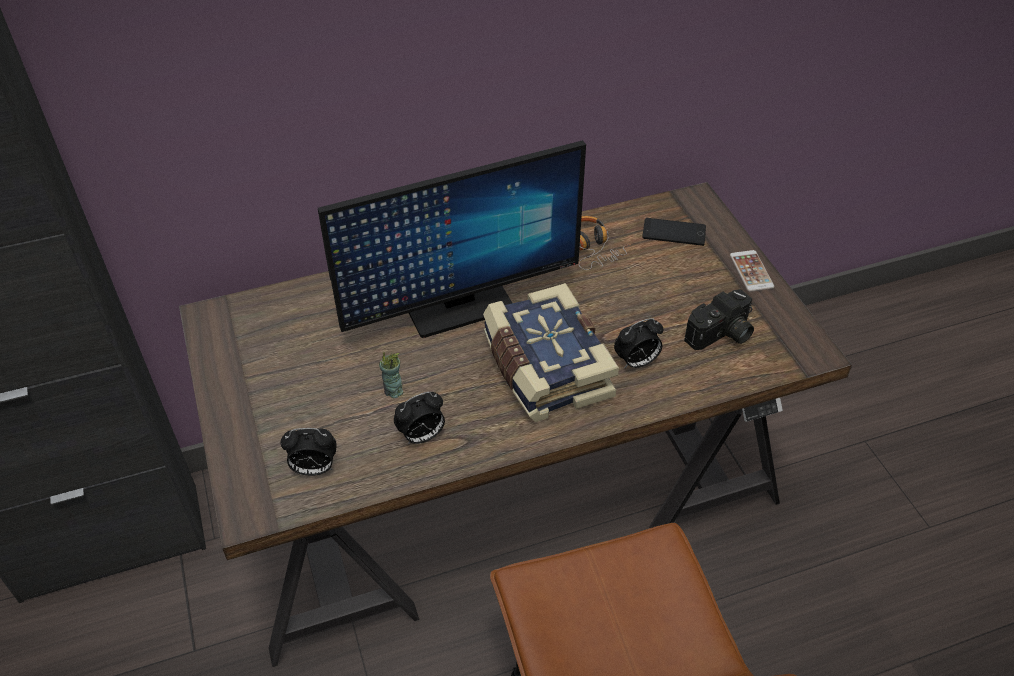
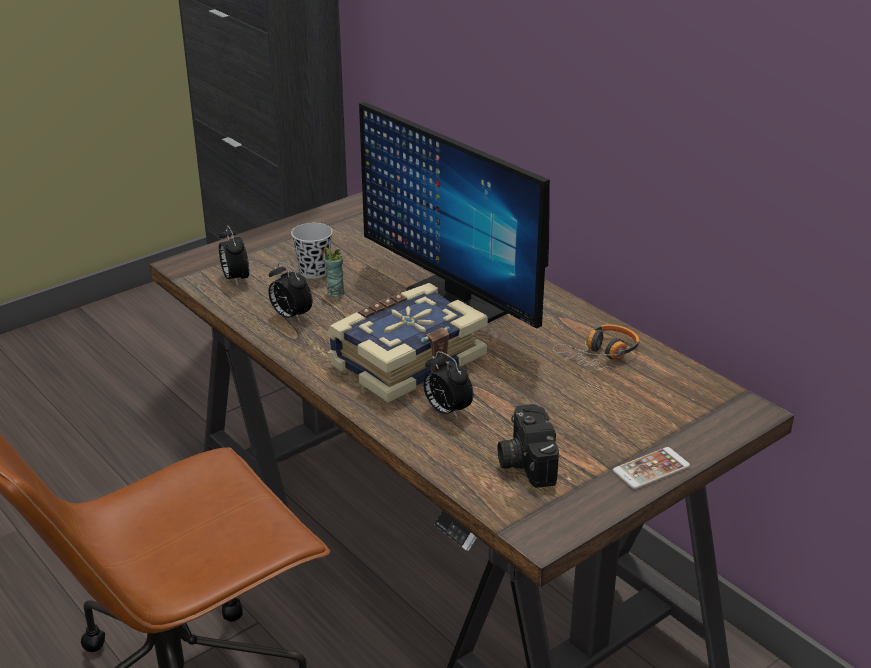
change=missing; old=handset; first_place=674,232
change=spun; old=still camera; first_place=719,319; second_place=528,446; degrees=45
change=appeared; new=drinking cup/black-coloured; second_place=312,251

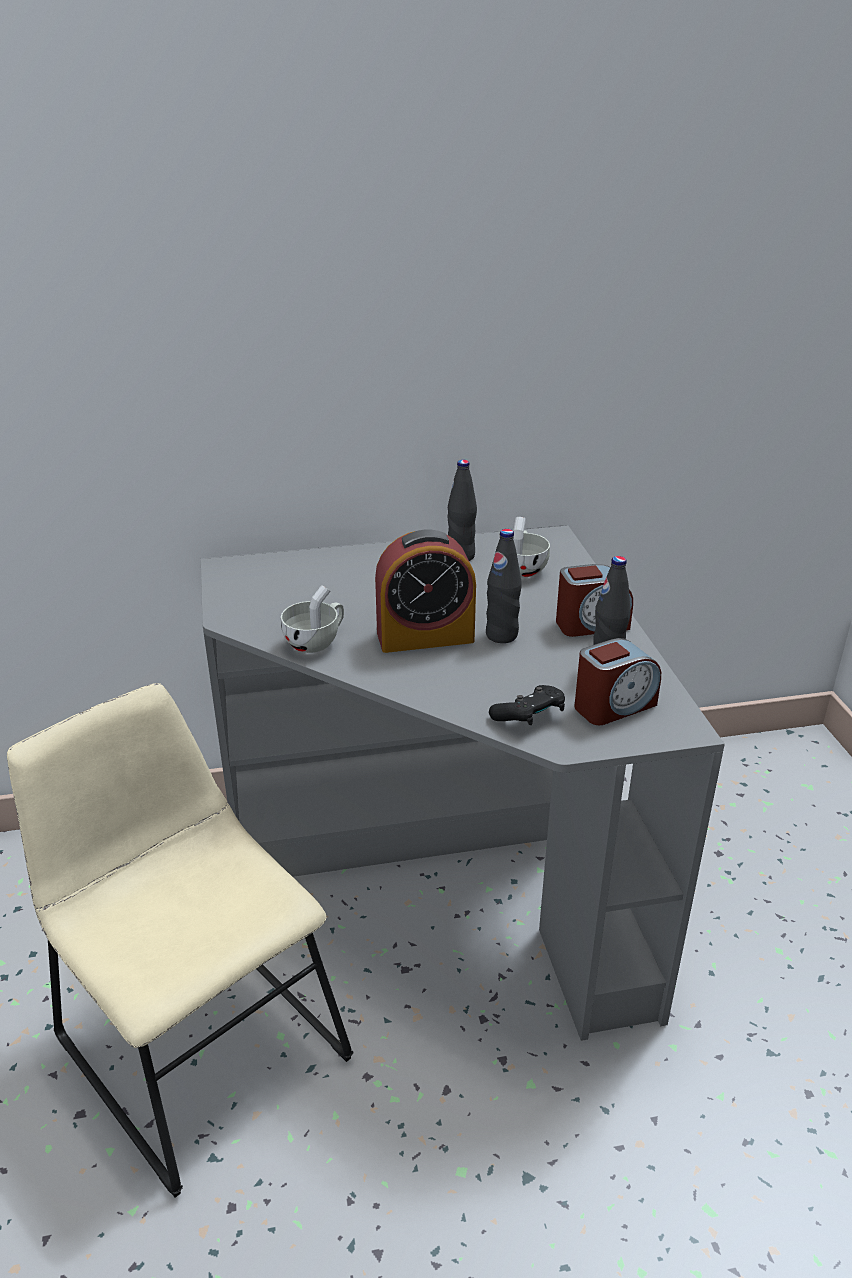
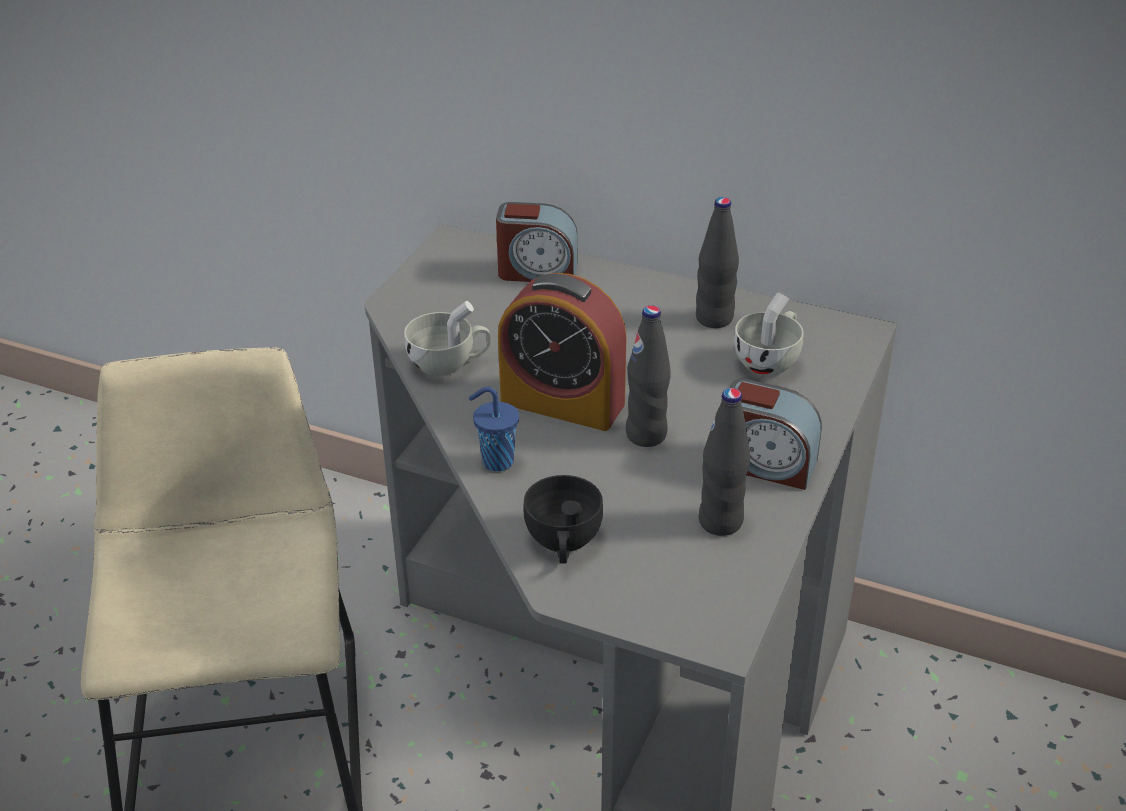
change=relocated; old=table clock; first_place=617,681; second_place=537,242
change=exchanged; old=game controller/black-coloured; new=drinking cup/black-coloured; first_place=527,705; second_place=563,519
change=appeared; new=drinking cup/blue; second_place=494,429

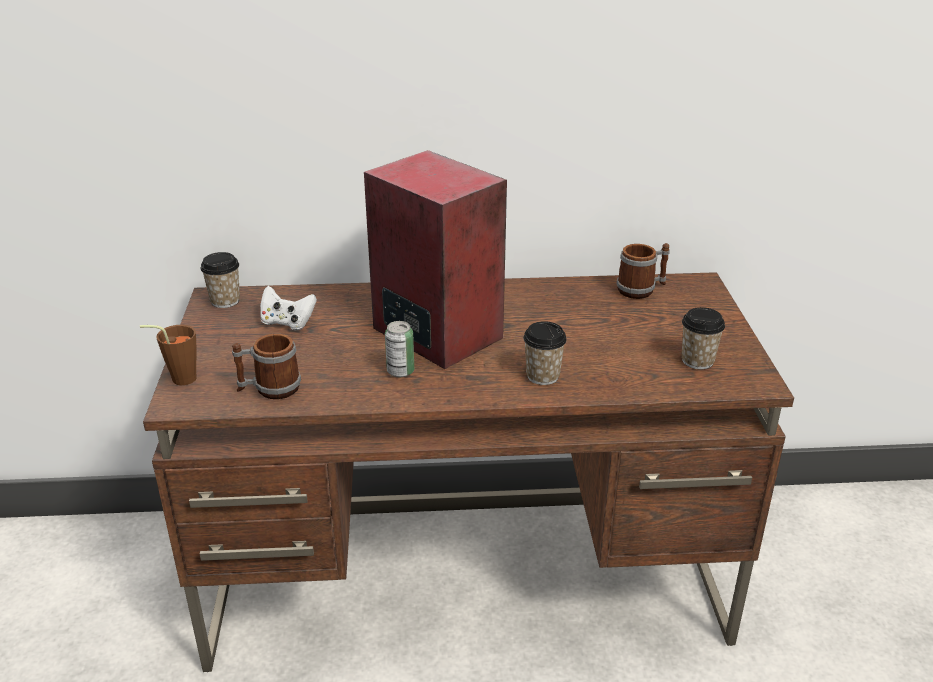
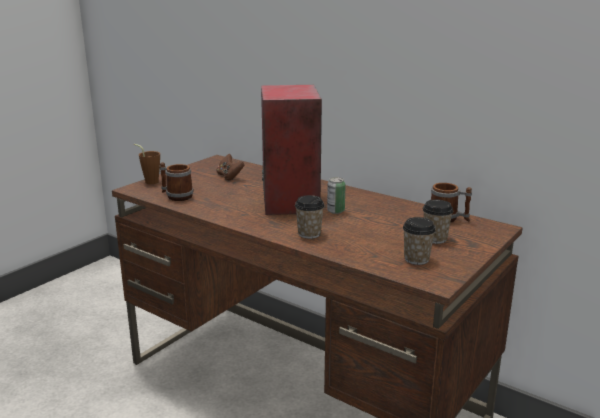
change=relocated; old=drinking cup; first_place=220,280; second_place=438,222
change=colour; old=game controller/white-coloured; new=game controller/brown-coloured; first_place=288,308; second_place=230,167
change=relocated; old=can; first_place=399,349; second_place=336,195

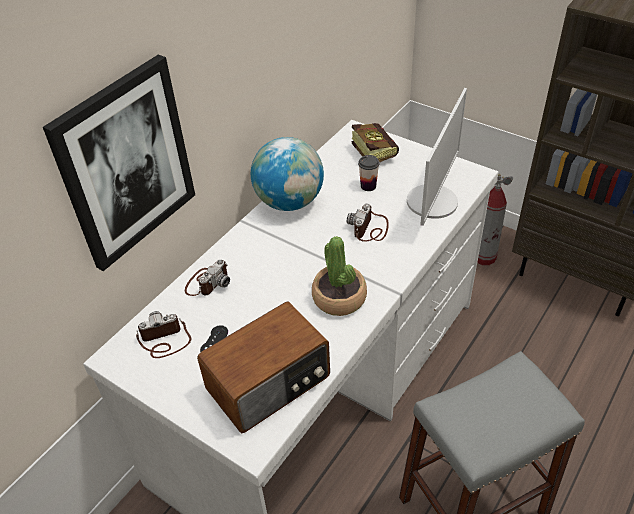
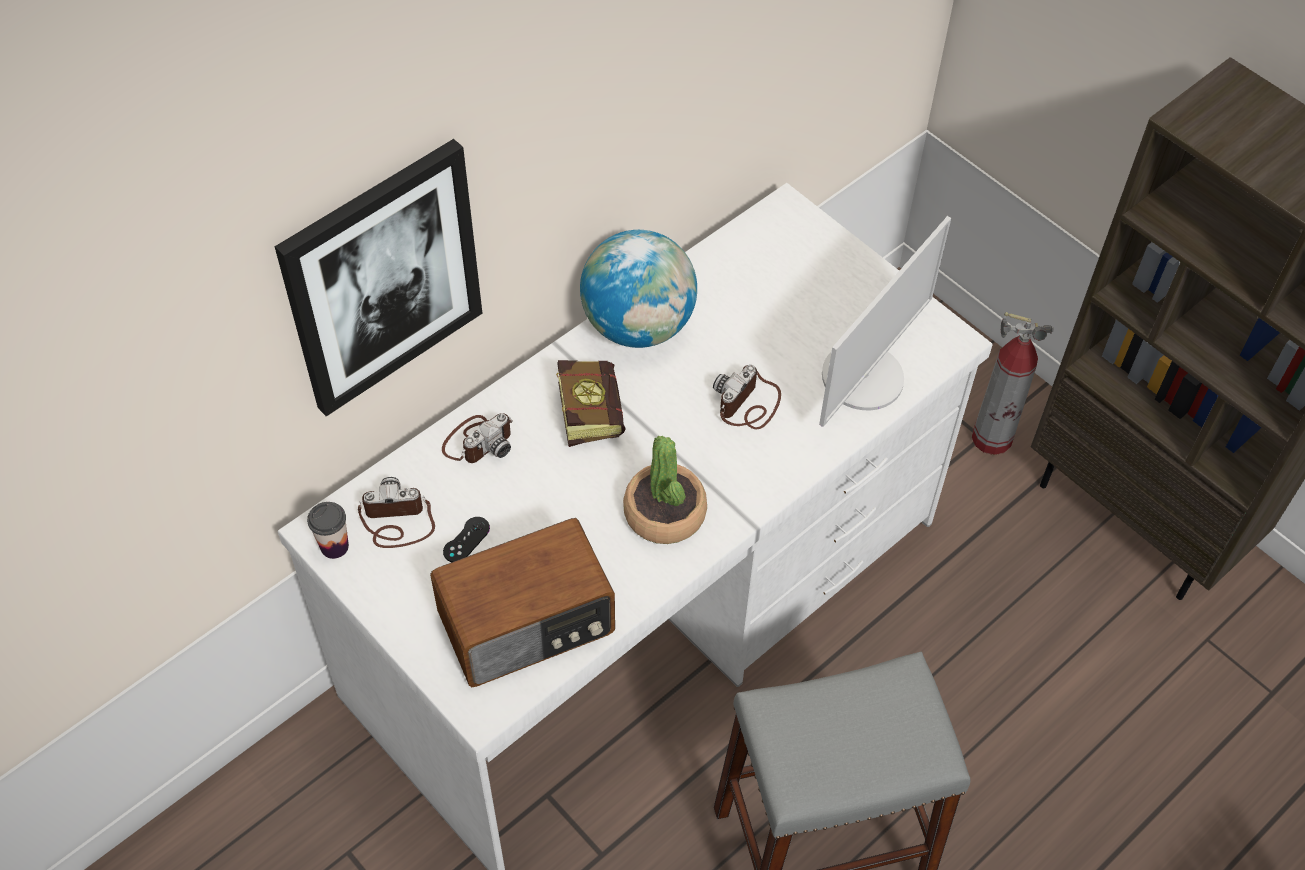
change=relocated; old=volume; first_place=375,142; second_place=591,403
change=relocated; old=drinking cup; first_place=368,173; second_place=328,530

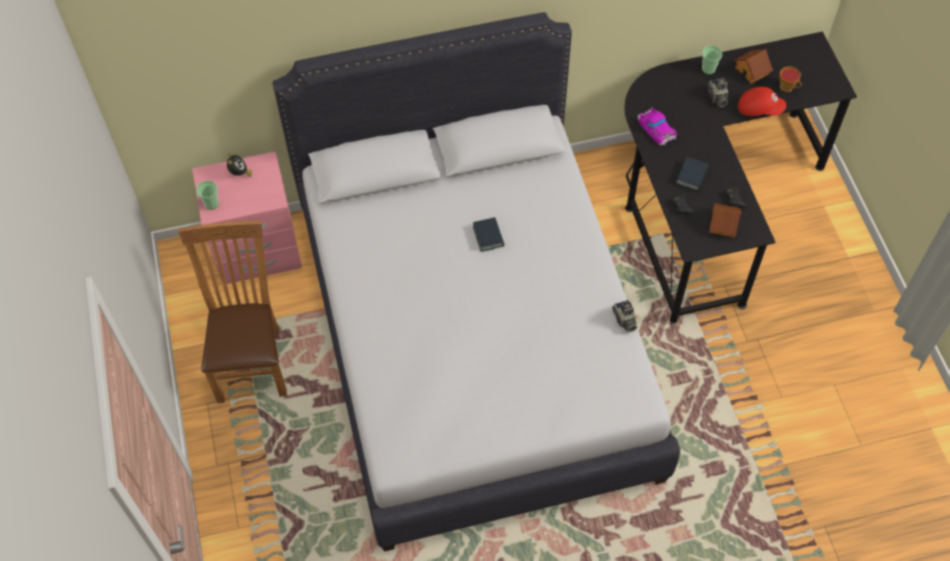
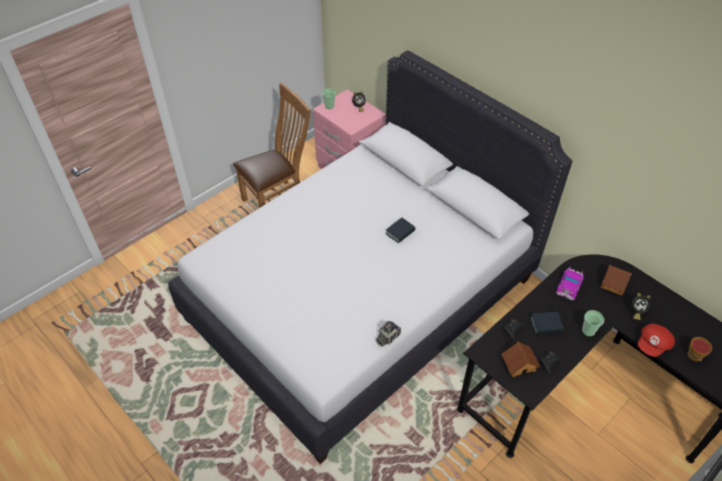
change=relocated; old=drinking cup; first_place=712,60; second_place=593,323
change=relocated; old=toy house; first_place=753,66; second_place=616,280
change=exchanged; old=still camera; new=table clock; first_place=717,92; second_place=640,306
change=spun; old=peaked cap/reddish; first_place=762,101; second_place=656,340; degrees=60

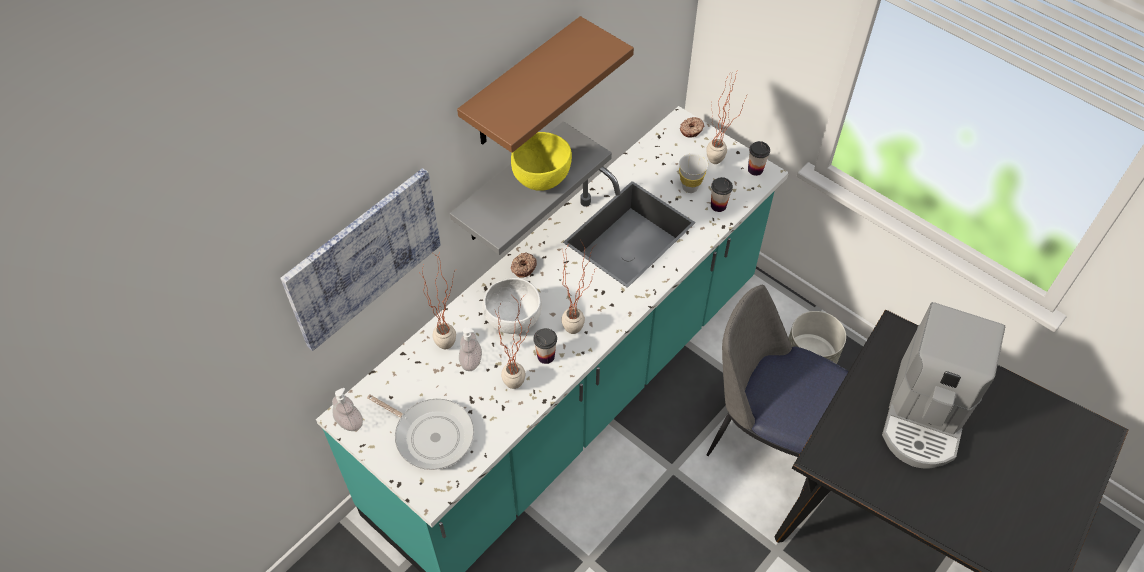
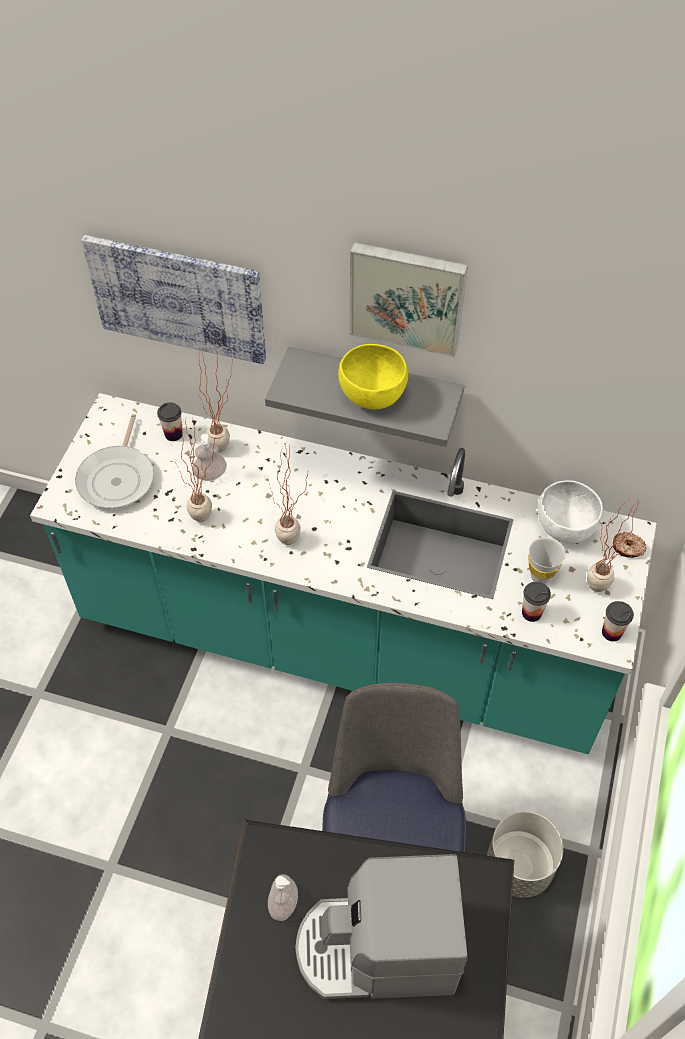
change=exchanged; old=bracket shelf/brown-coloured; new=wall picture; first_place=545,84; second_place=409,299
change=missing; old=donut; first_place=524,265
change=relocated; old=bowl/white-coloured; first_place=512,306; second_place=570,512
change=relocated; old=drinking cup; first_place=545,346; second_place=170,421
change=relocated; old=soap bottle; first_place=347,409; second_place=283,897

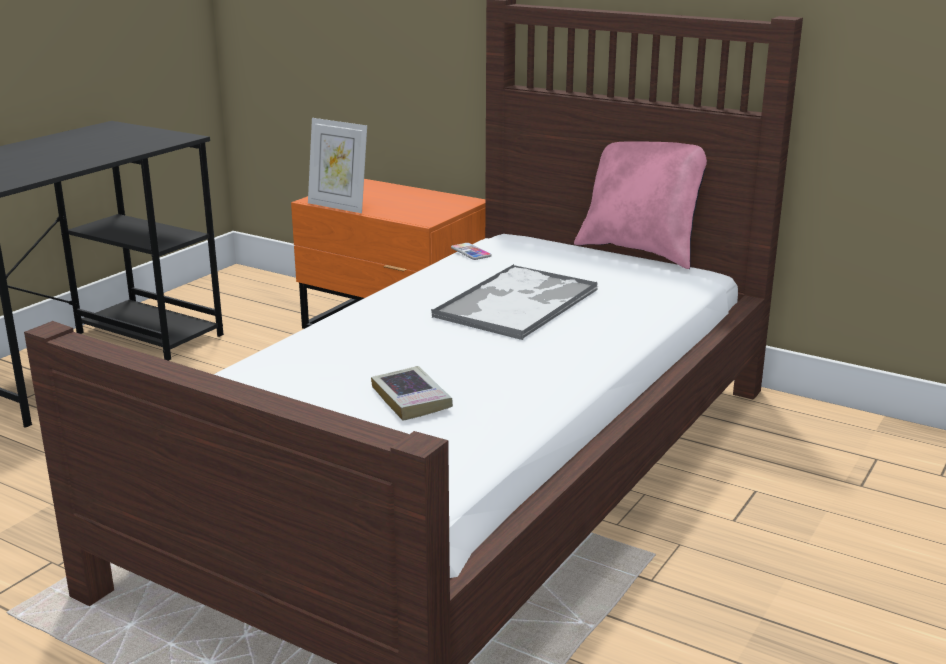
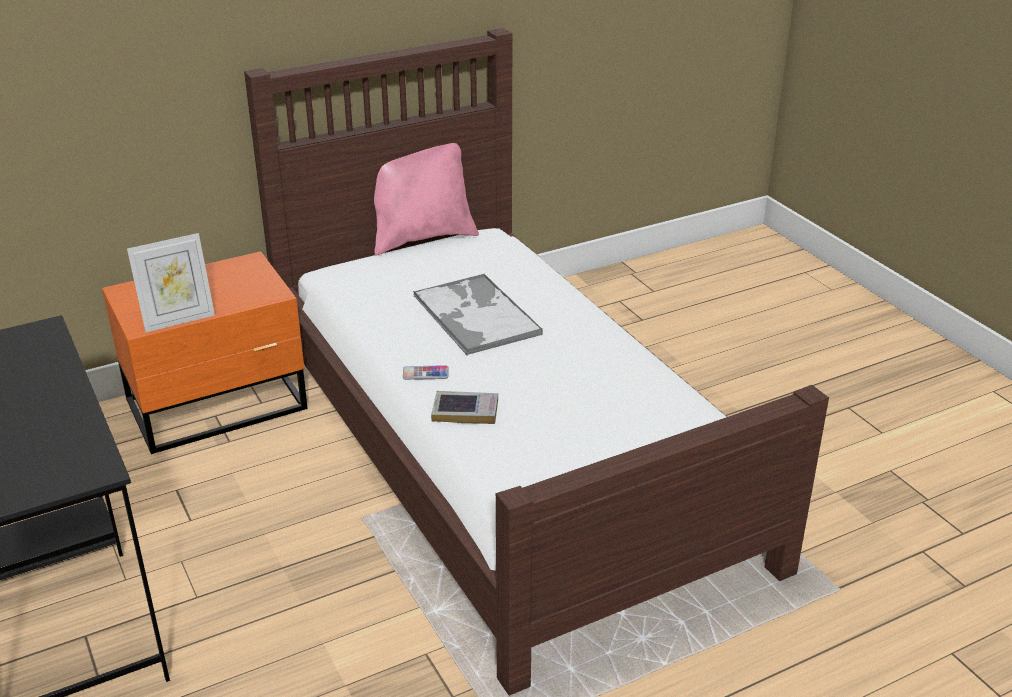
change=relocated; old=handset; first_place=471,251; second_place=426,372
change=relocated; old=volume; first_place=412,393; second_place=464,407

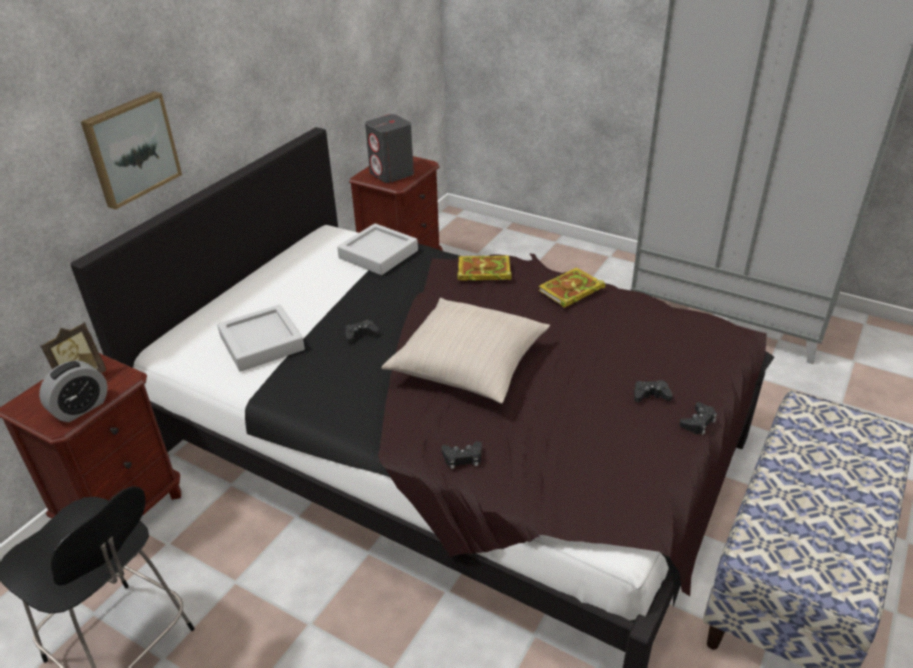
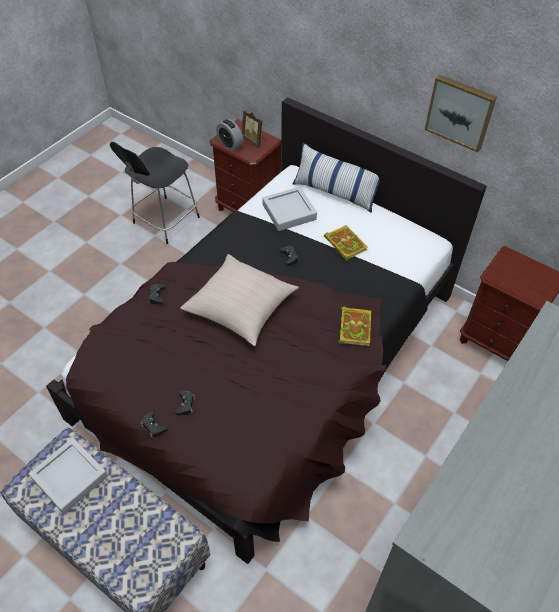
change=relocated; old=wall picture; first_place=131,150; second_place=461,113
change=missing; old=speaker/greyish; first_place=389,148
change=relocated; old=carrying tray/greyish; first_place=377,249; second_place=68,476
change=relocated; old=volume; first_place=572,288; second_place=346,243
change=appeared; new=throw pillow; second_place=336,178

